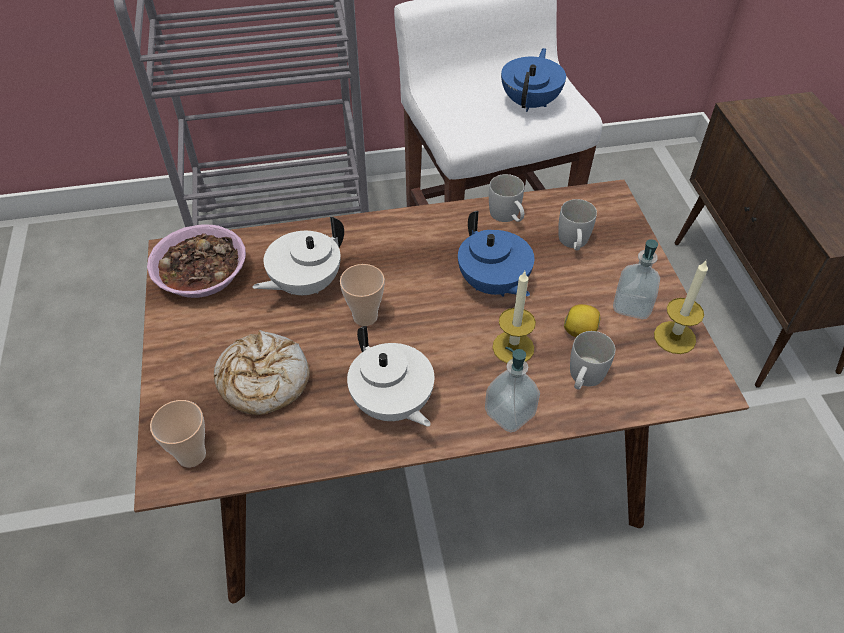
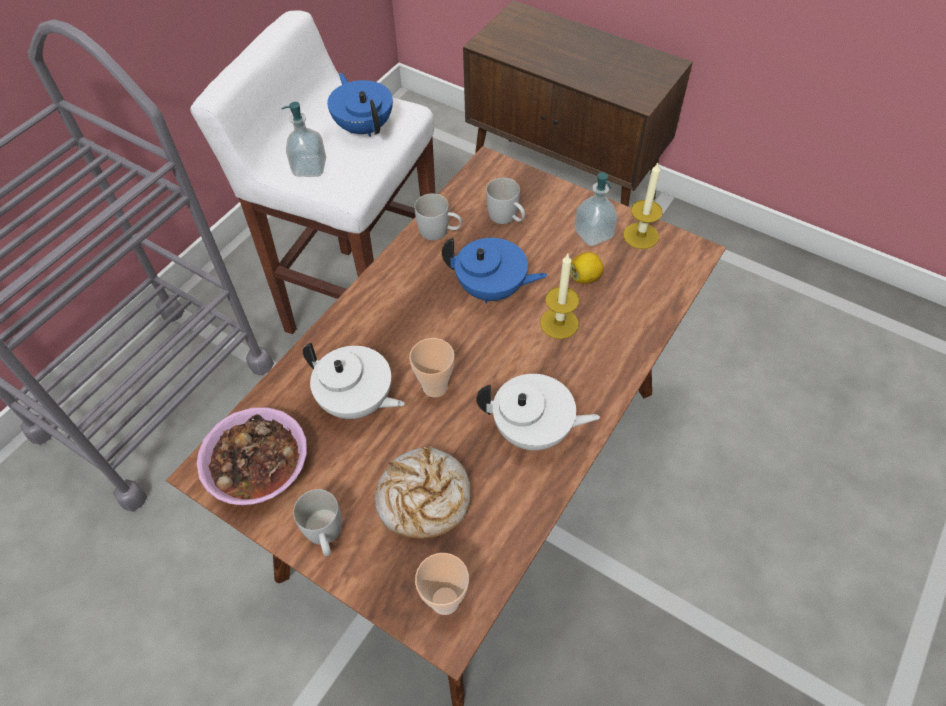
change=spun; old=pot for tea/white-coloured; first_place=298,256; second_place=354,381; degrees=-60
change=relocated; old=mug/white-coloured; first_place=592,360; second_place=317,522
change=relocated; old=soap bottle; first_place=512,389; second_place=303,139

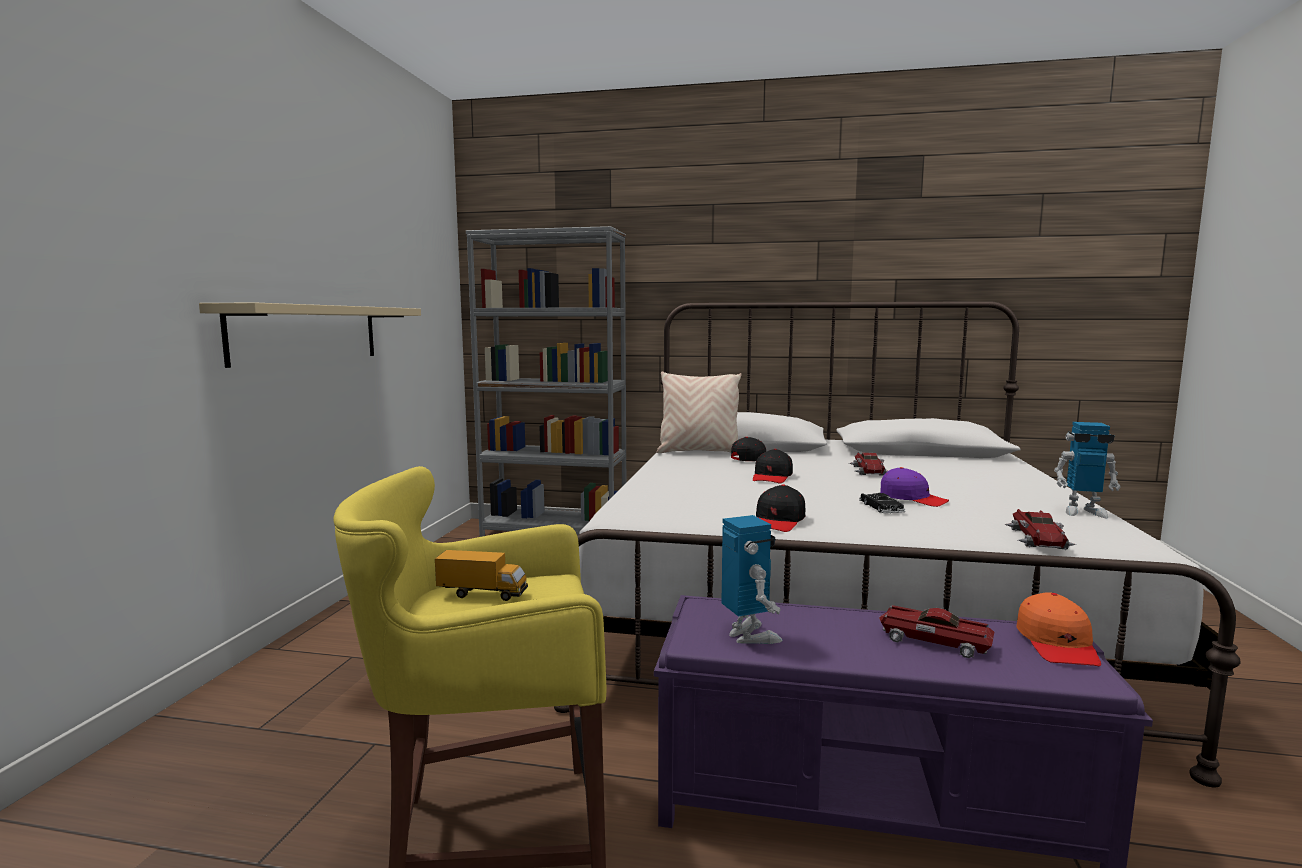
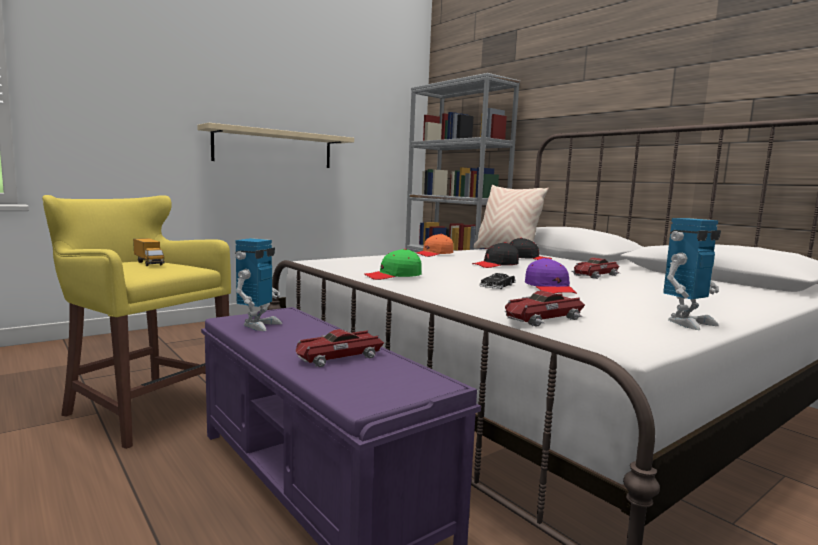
change=spun; old=robot figure; first_place=1087,470; second_place=692,274; degrees=-90
change=colour; old=peaked cap/black-coloured; new=peaked cap/green-coloured; first_place=780,508; second_place=393,264
change=relocated; old=peaked cap/orange-coloured; first_place=1059,629; second_place=434,245
change=spun; old=model car; first_place=936,631; second_place=340,348; degrees=-105

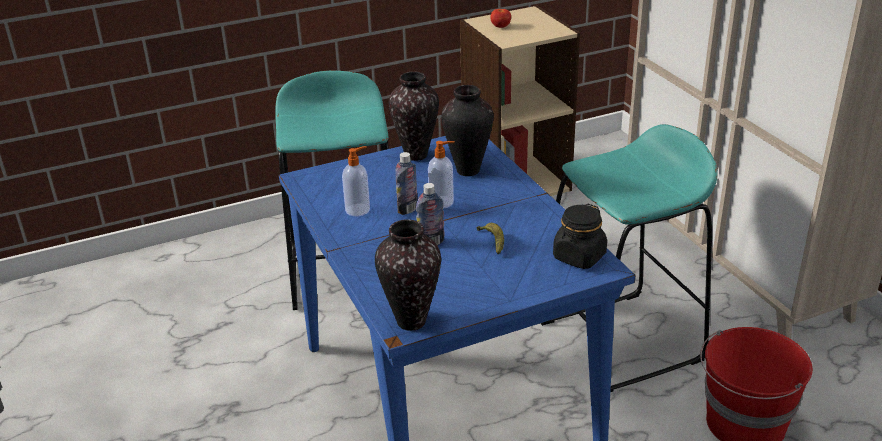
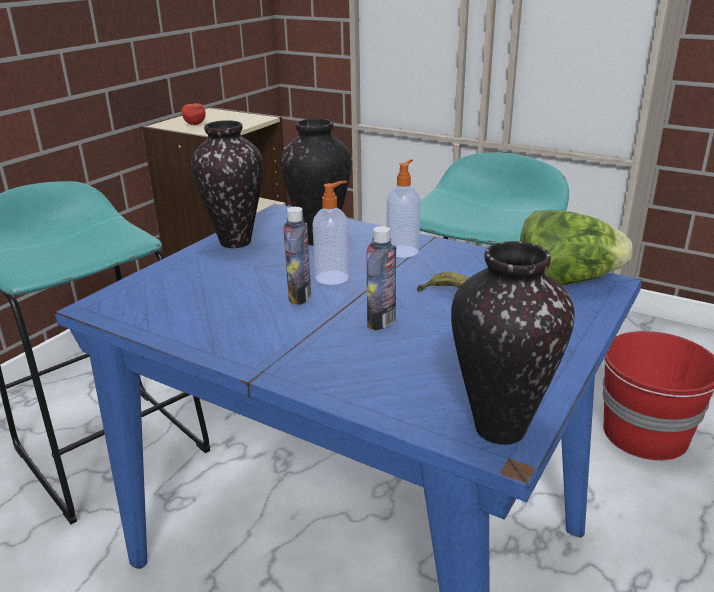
change=relocated; old=soap bottle; first_place=356,181; second_place=403,208
change=exchanged; old=storage jar/black-coloured; new=lettuce; first_place=580,236; second_place=576,248

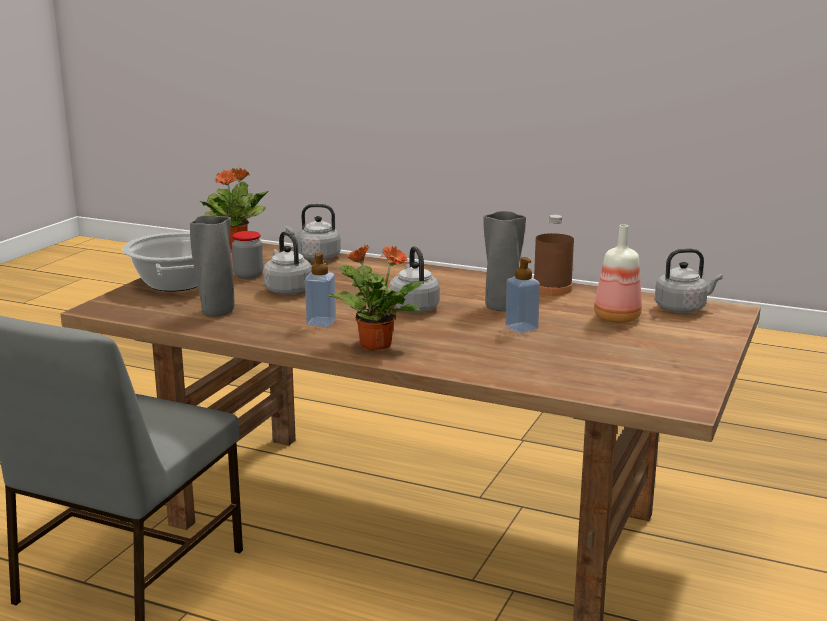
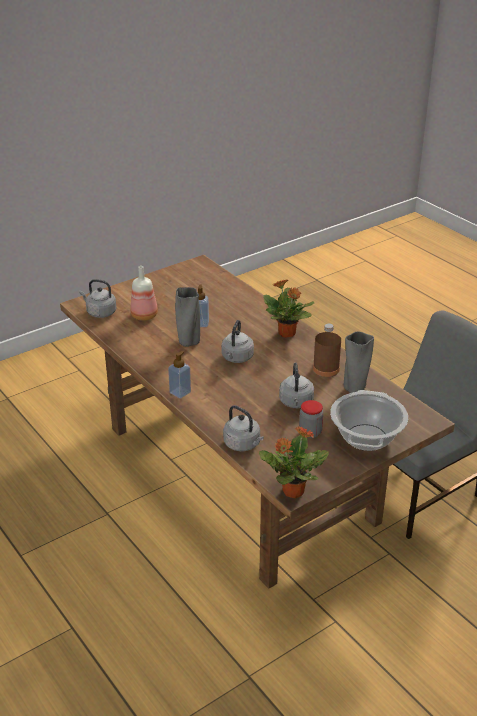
change=relocated; old=beverage bottle/brown-coloured; first_place=554,255; second_place=327,350
change=relocated; old=soap bottle; first_place=320,290; second_place=179,374

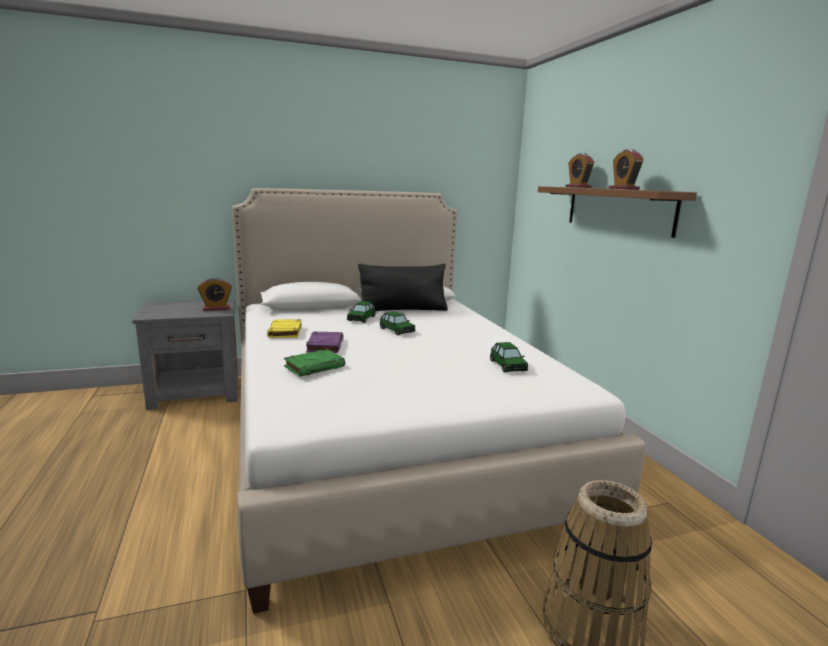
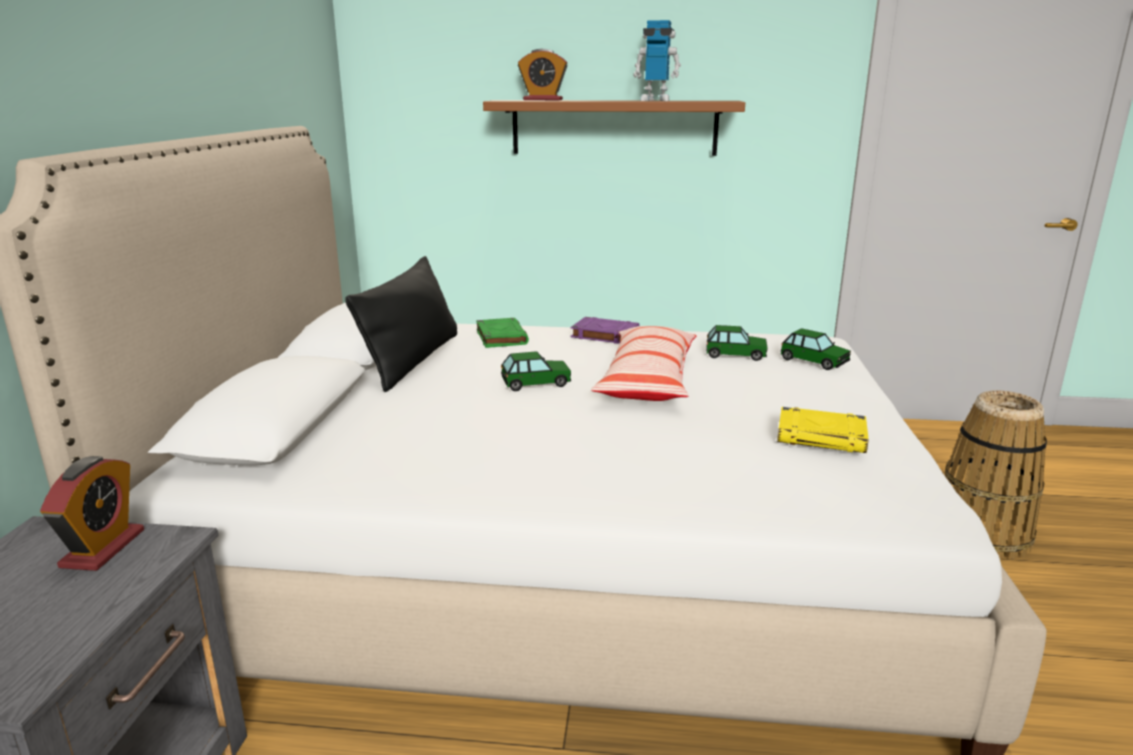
change=exchanged; old=table clock; new=robot figure; first_place=626,169; second_place=657,60
change=relocated; old=model car; first_place=361,312; second_place=816,349
change=relocated; old=volume/yellowish; first_place=284,328; second_place=823,430
change=relocated; old=volume/purple-coloured; first_place=324,342; second_place=605,330
change=relocated; old=volume/green-coloured; first_place=314,363; second_place=502,333
change=appeared; new=throw pillow; second_place=644,363

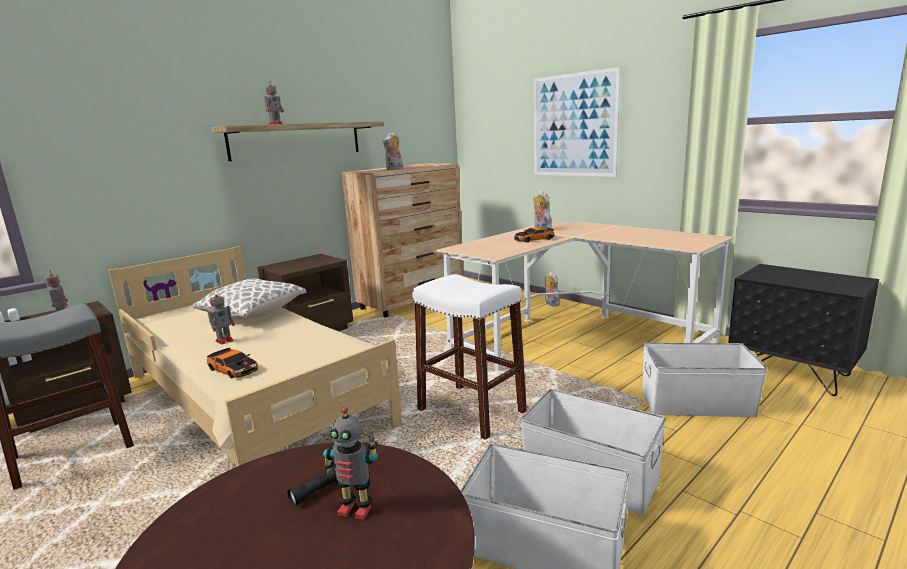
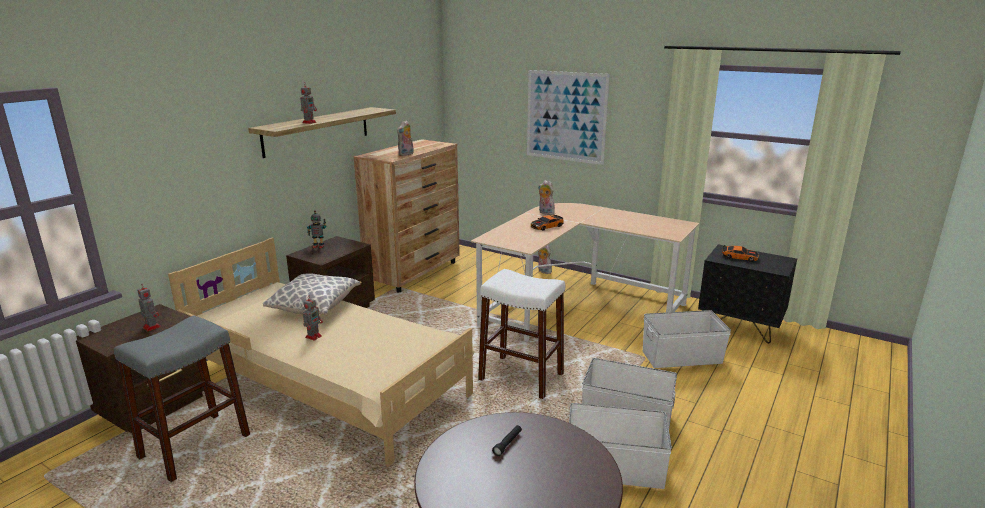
change=relocated; old=model car; first_place=232,363; second_place=740,253
change=relocated; old=robot figure; first_place=350,463; second_place=316,229

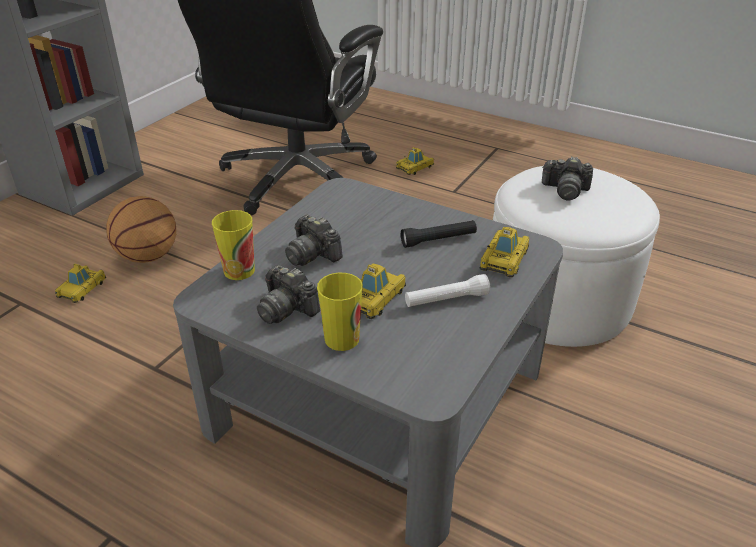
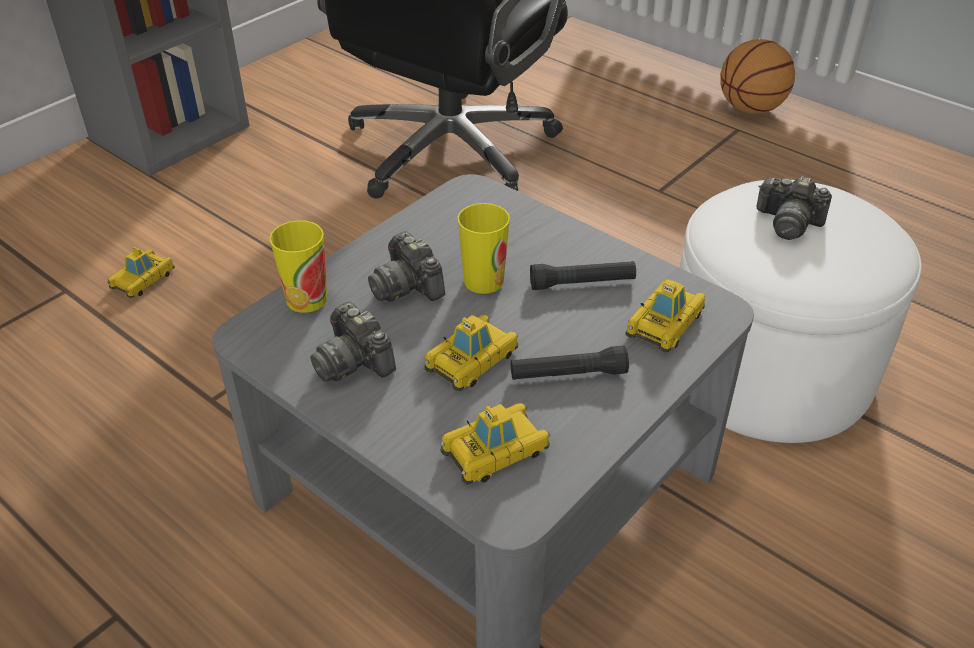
change=relocated; old=model car; first_place=415,161; second_place=496,443
change=relocated; old=basketball; first_place=141,229; second_place=757,76
change=relocated; old=drinking cup; first_place=340,312; second_place=483,248
change=colour; old=torch/white-coloured; new=torch/black-coloured; first_place=447,290; second_place=570,363

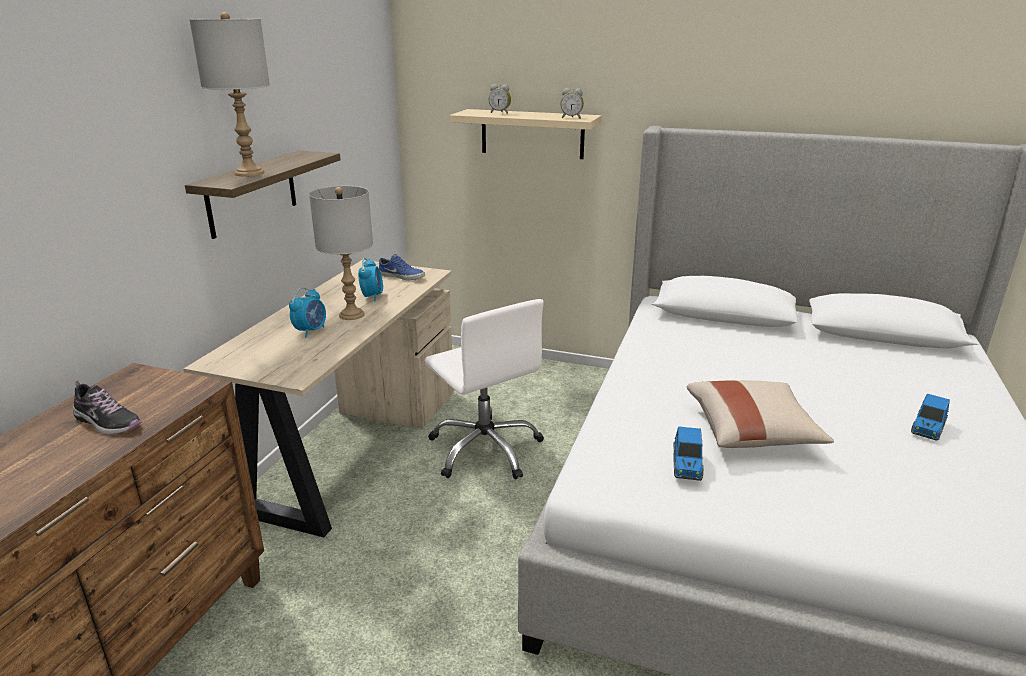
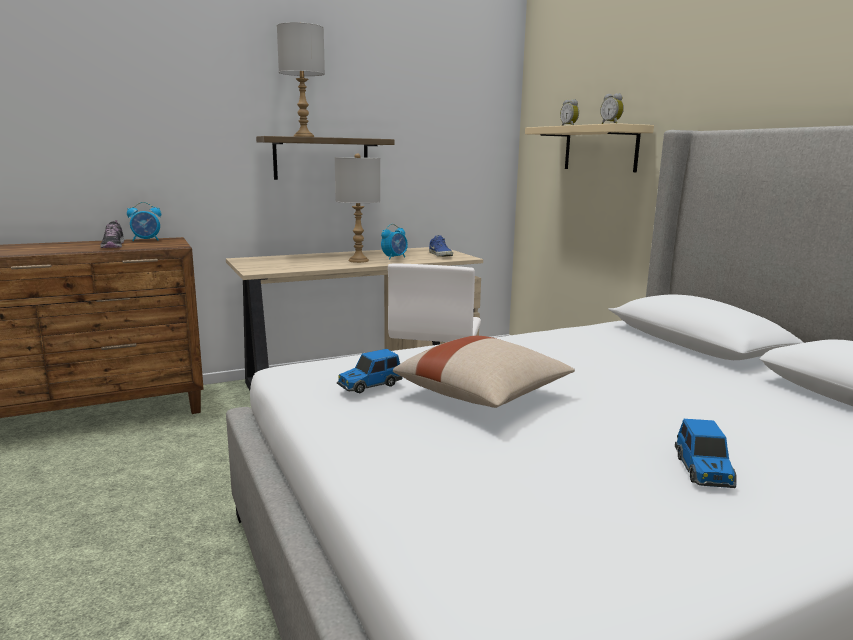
change=relocated; old=table clock; first_place=307,312; second_place=144,221
change=spun; old=model car; first_place=930,417; second_place=706,453; degrees=-75

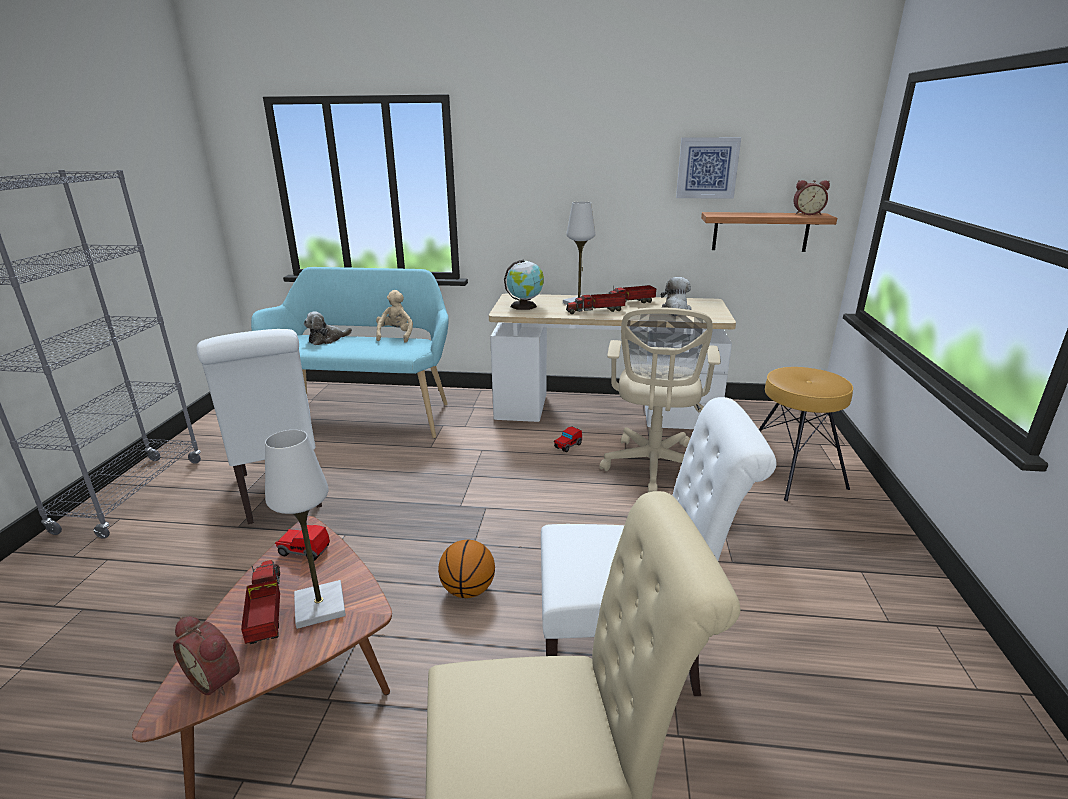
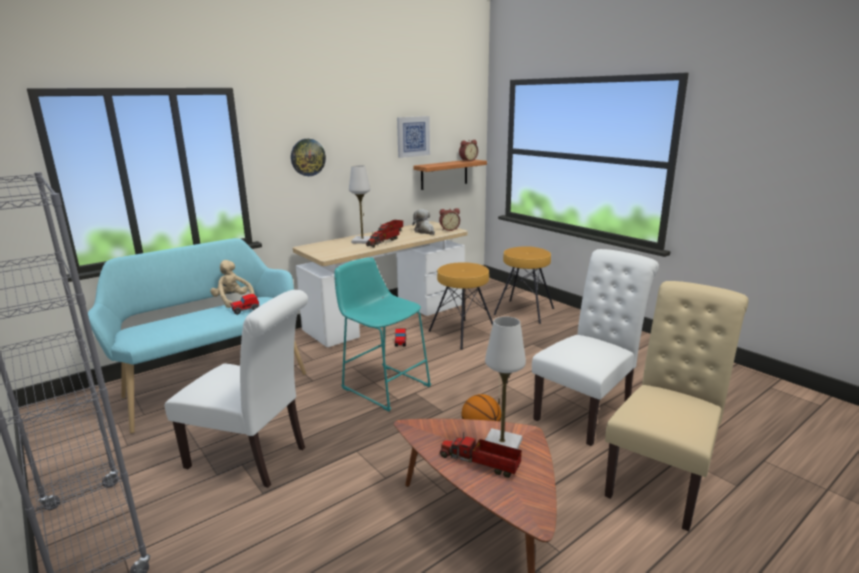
change=missing; old=world globe; first_place=524,284
change=exchanged; old=office chair/beige; new=stool seat/brown-coloured; first_place=660,399; second_place=460,306
change=missing; old=cuddly toy; first_place=328,328
change=relocated; old=model car; first_place=302,543; second_place=244,304
change=relocated; old=table clock; first_place=206,656; second_place=449,219
change=appeared; new=wall clock; second_place=308,157
change=appeared; new=stool seat/blue-green; second_place=382,334

